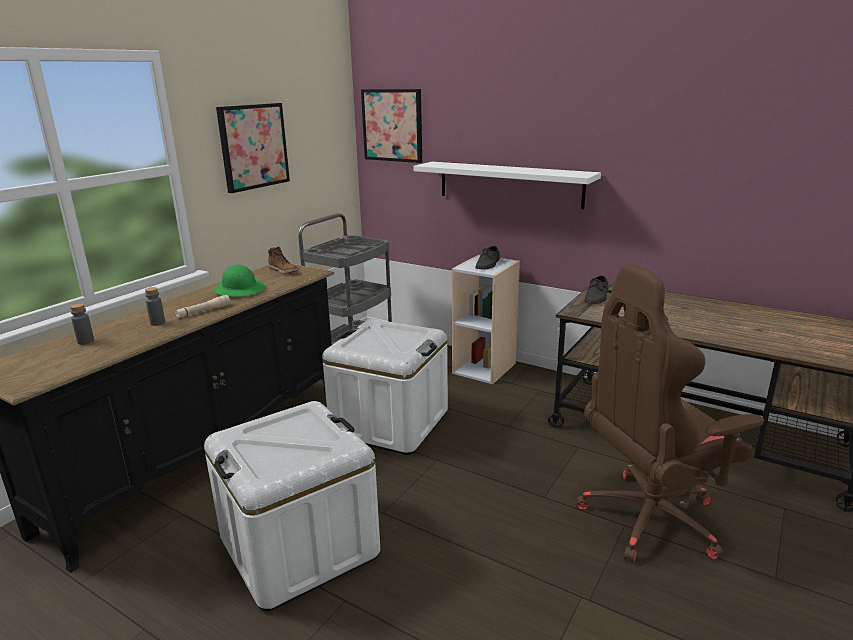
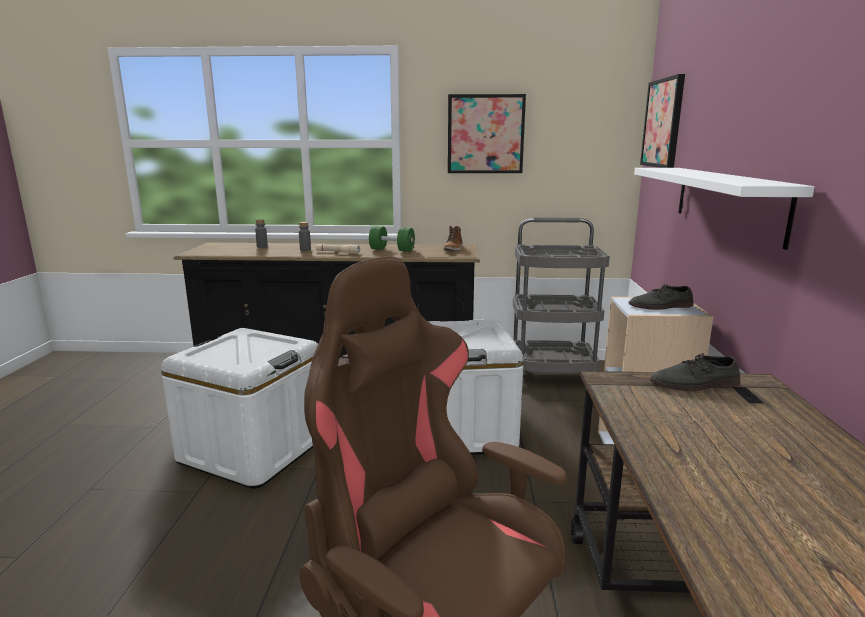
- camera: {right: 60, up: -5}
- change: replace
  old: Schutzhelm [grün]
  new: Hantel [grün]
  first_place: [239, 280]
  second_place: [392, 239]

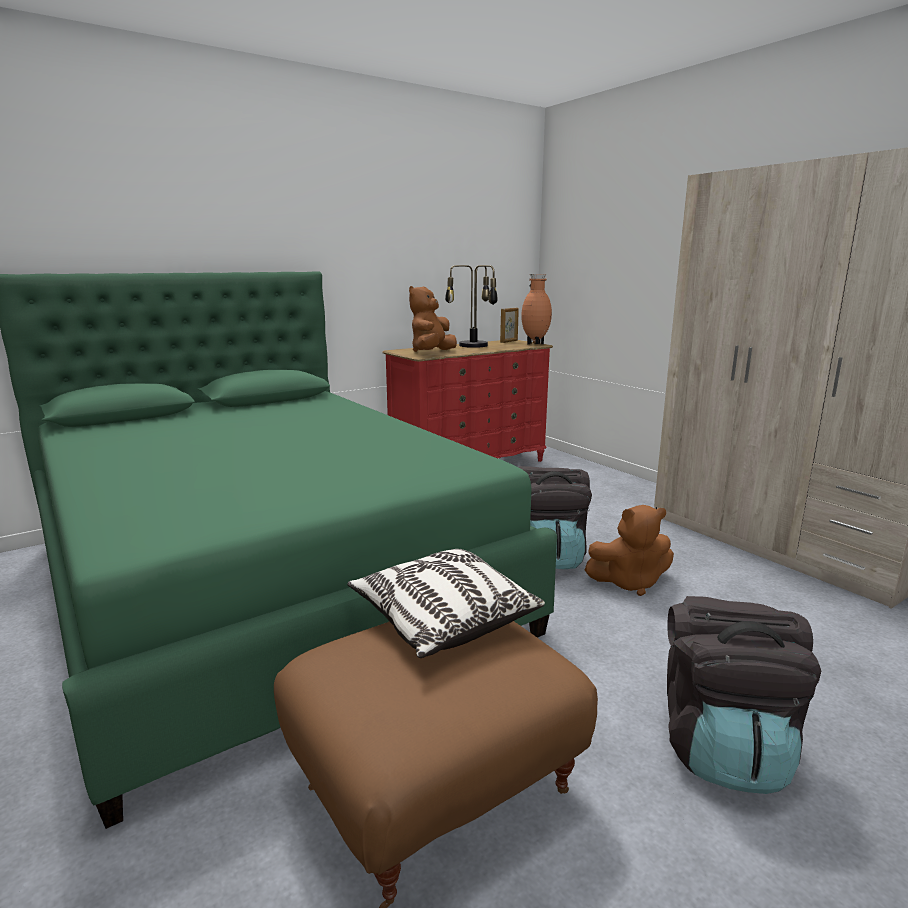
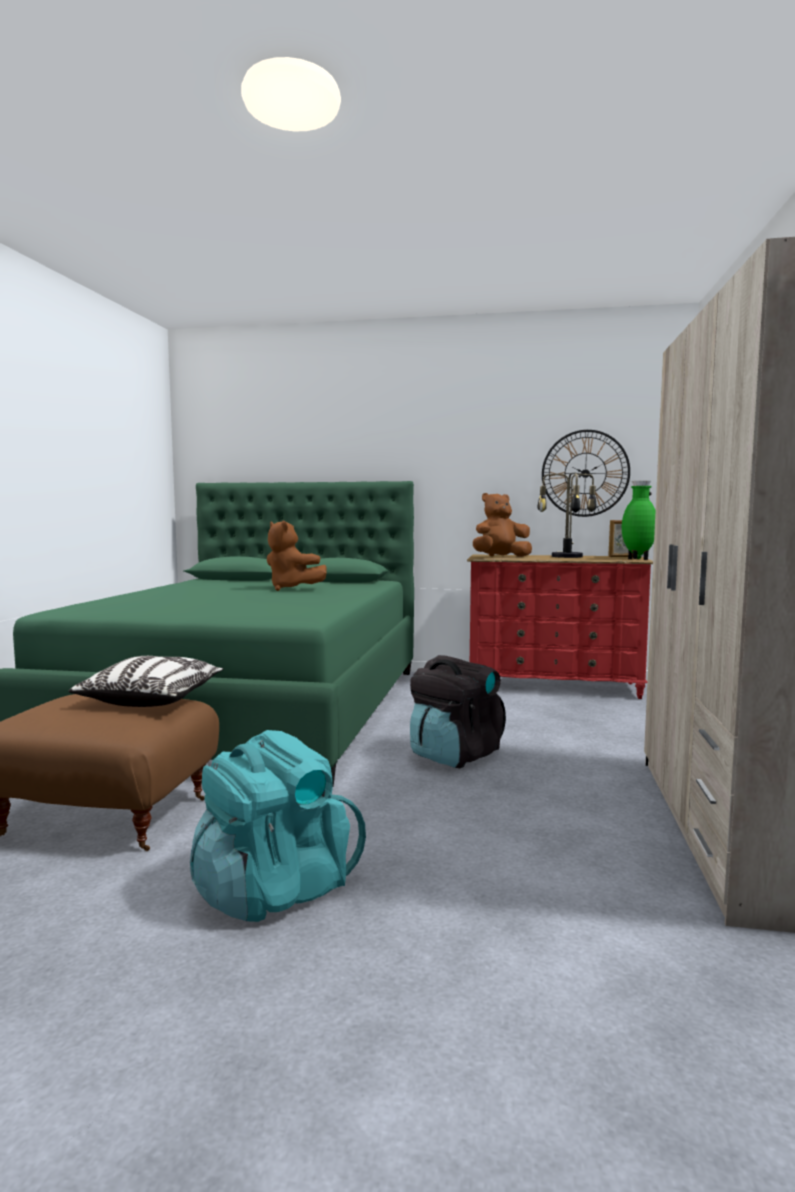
- camera: {right: 45, up: -10}
- change: recolor
  old: Vase [braun]
  new: Vase [grün]
  first_place: [536, 309]
  second_place: [639, 520]
- change: move
  old: Plüschtier [braun]
  first_place: [629, 550]
  second_place: [297, 556]
- change: recolor
  old: Rucksack [schwarz]
  new: Rucksack [türkis]
  first_place: [744, 695]
  second_place: [278, 826]
- change: insert
  new: Wanduhr
  second_place: [586, 473]

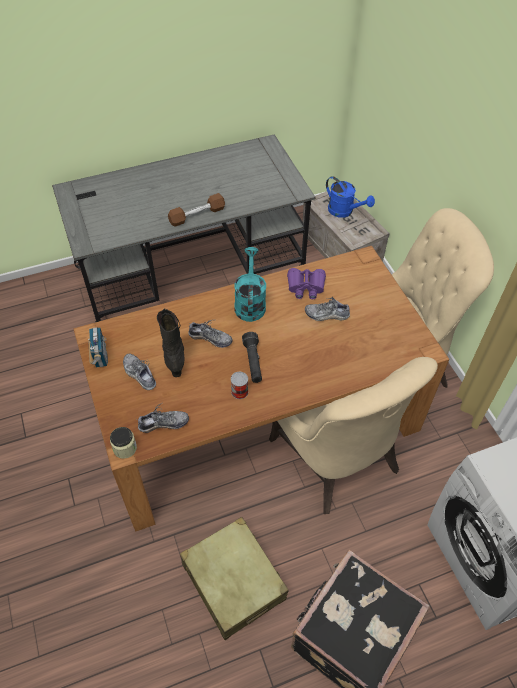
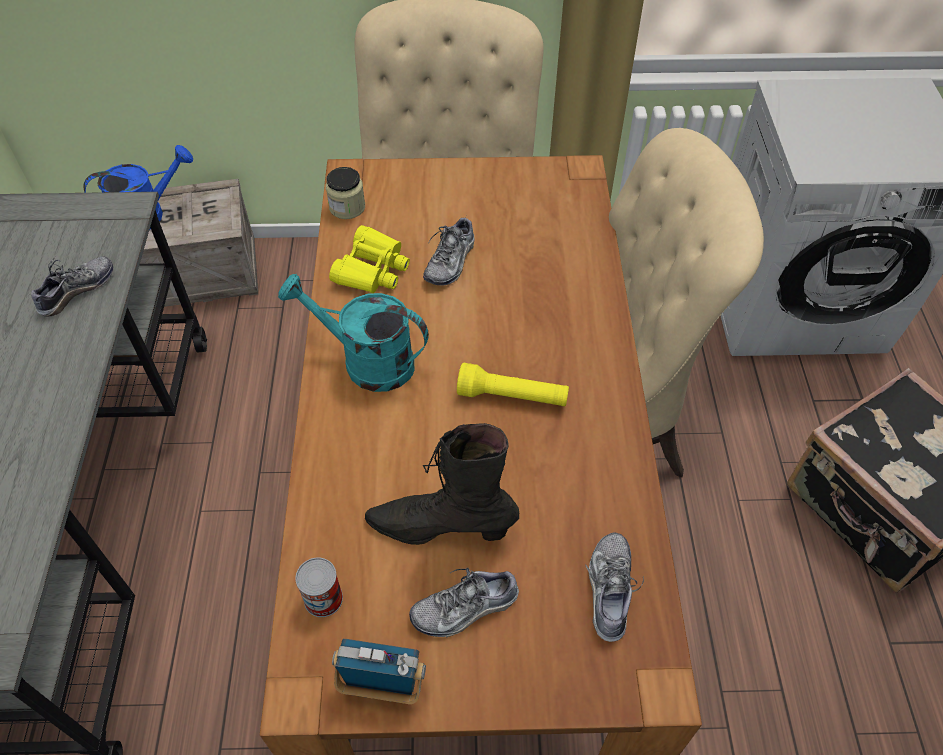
- camera: {right: -70, up: 0}
- change: move
  old: Vorratsglas
  first_place: [123, 443]
  second_place: [345, 193]
- change: delete
  old: Hantel [braun]
  first_place: [196, 210]
- change: delete
  old: Koffer [beige]
  first_place: [234, 578]
- change: move
  old: Schuh
  first_place: [210, 334]
  second_place: [70, 287]
- change: move
  old: Dose
  first_place: [239, 385]
  second_place: [319, 587]
- change: recolor
  old: Taschenlampe [schwarz]
  new: Taschenlampe [gelb]
  first_place: [252, 357]
  second_place: [513, 384]
- change: recolor
  old: Fernglas [lila]
  new: Fernglas [gelb]
  first_place: [306, 283]
  second_place: [369, 259]

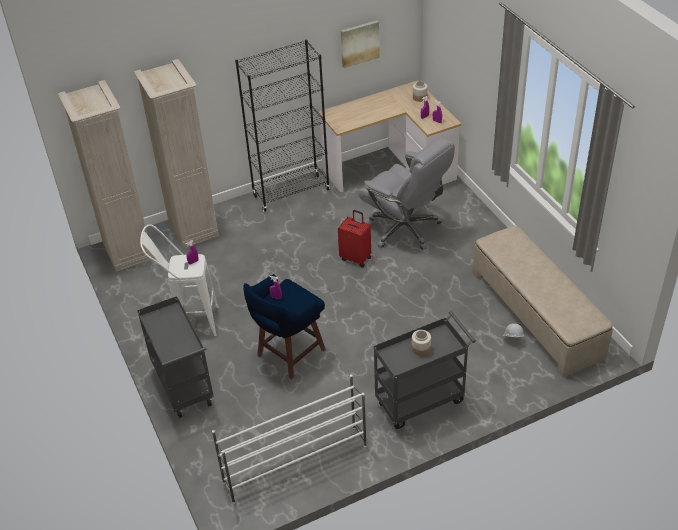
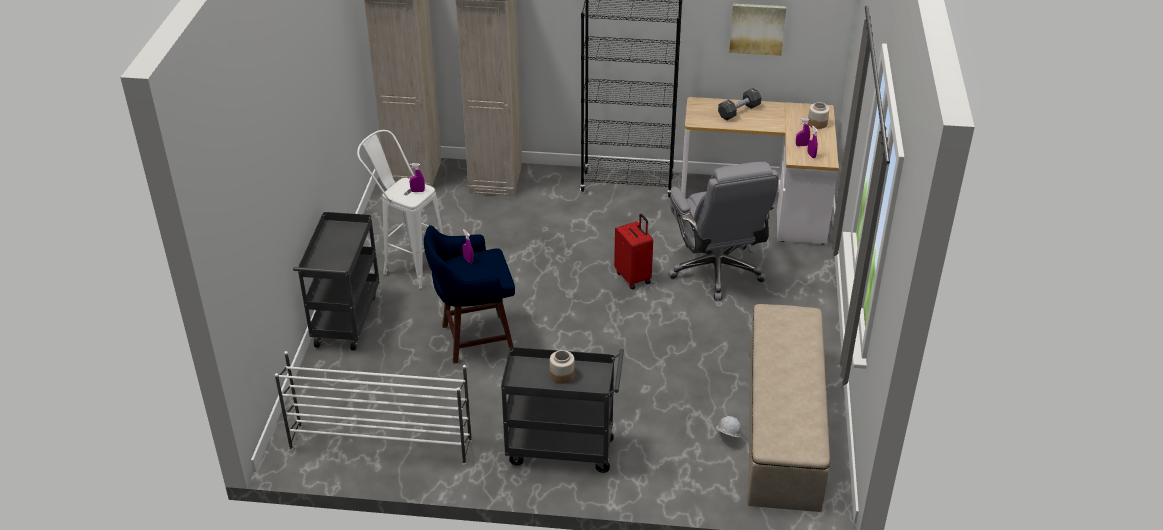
- camera: {right: 30, up: -5}
- change: insert
  new: Hantel [schwarz]
  second_place: [739, 104]

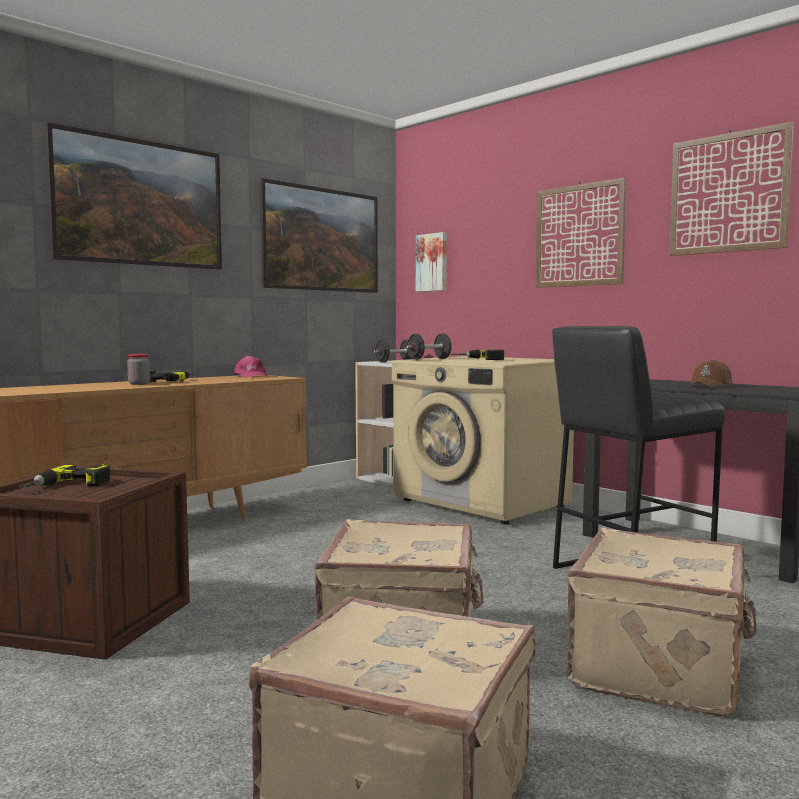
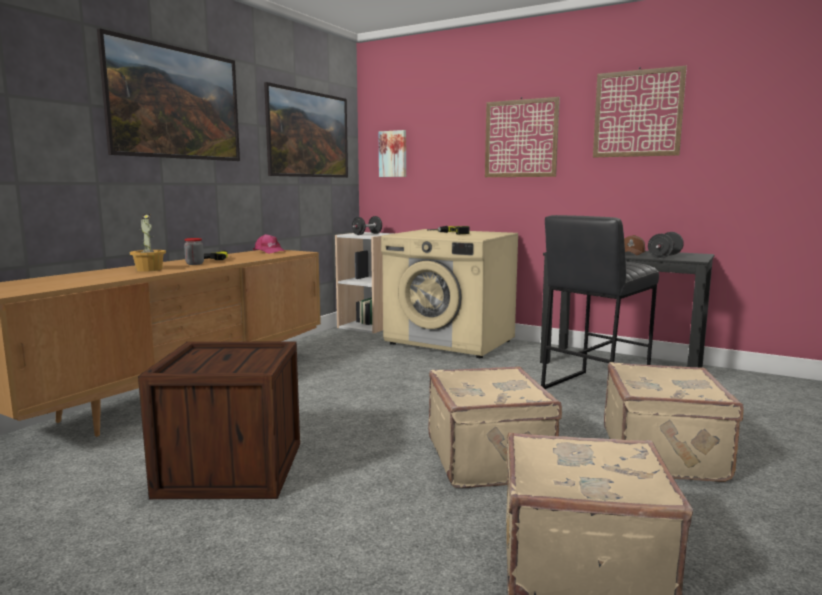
- camera: {right: -15, up: 5}
- change: delete
  old: Bohrmaschine
  first_place: [64, 476]
- change: move
  old: Hantel [schwarz]
  first_place: [429, 347]
  second_place: [666, 245]
- change: insert
  new: Topfpflanze
  second_place: [148, 242]

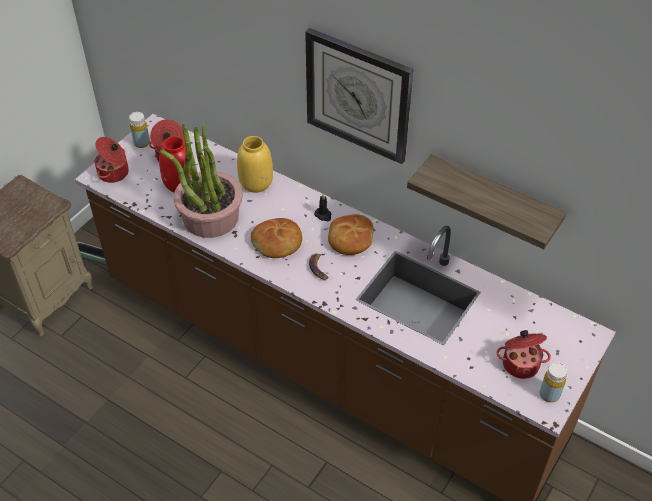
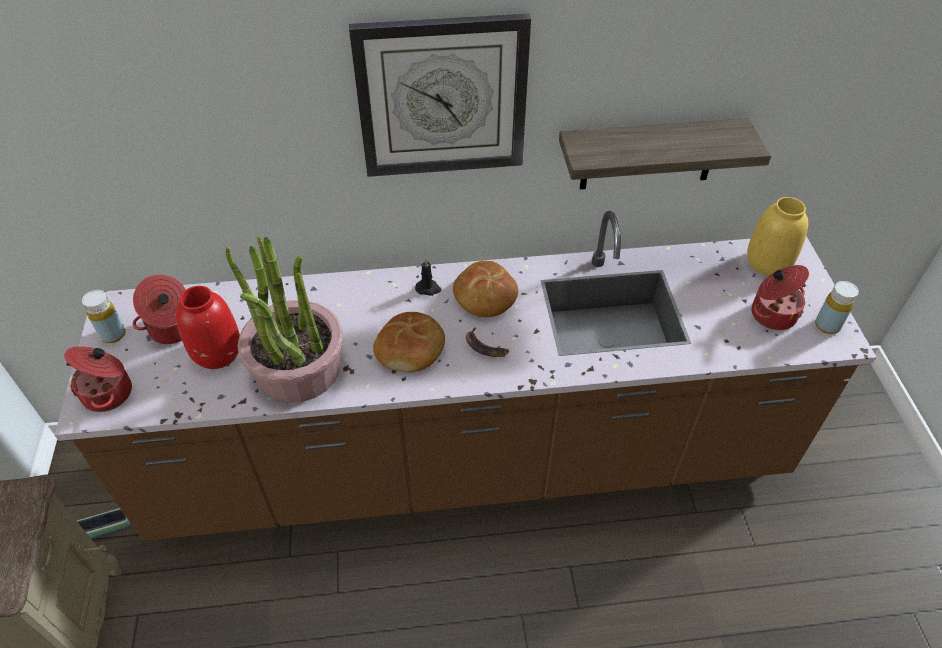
- camera: {right: -40, up: 0}
- change: move
  old: Vase [gelb]
  first_place: [255, 164]
  second_place: [777, 236]

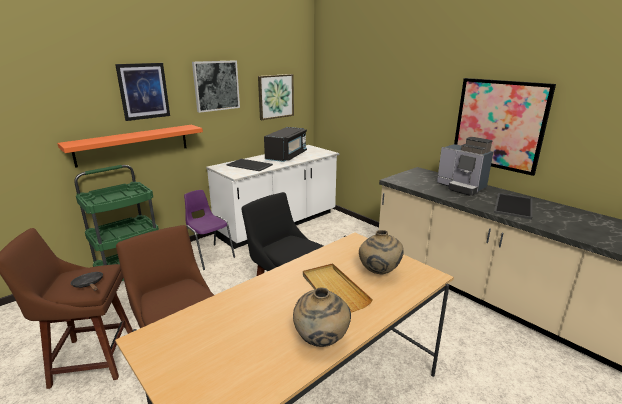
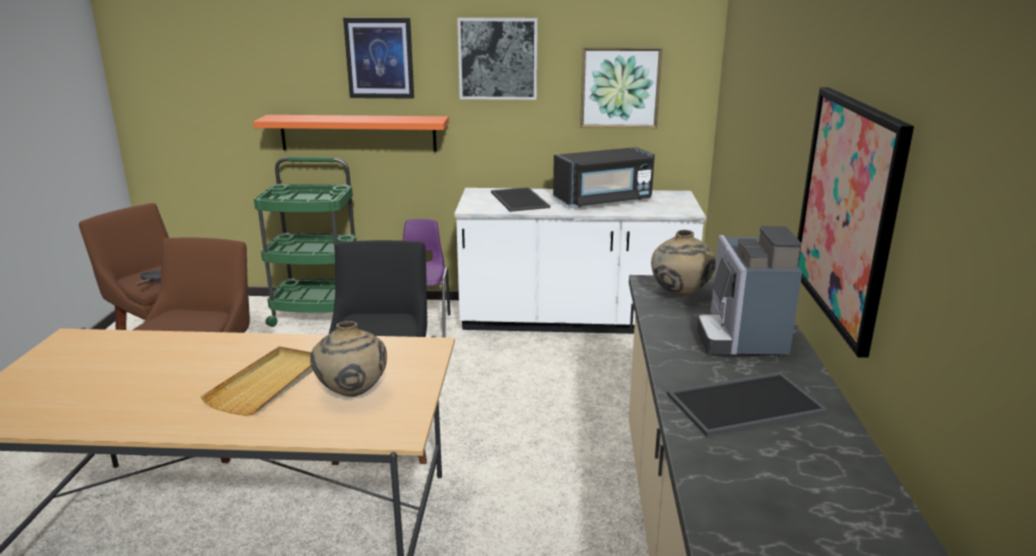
- camera: {right: 45, up: 0}
- change: move
  old: Vase [beige]
  first_place: [322, 317]
  second_place: [683, 263]

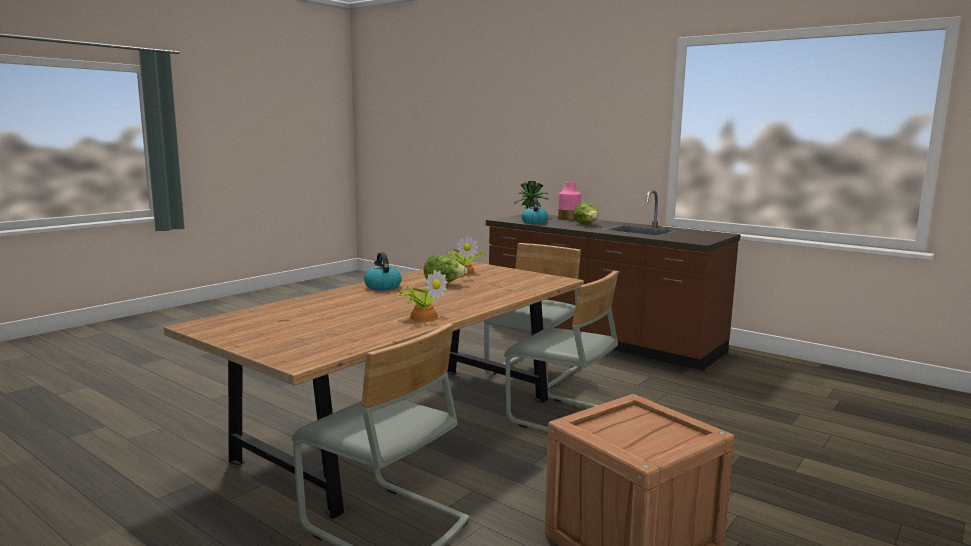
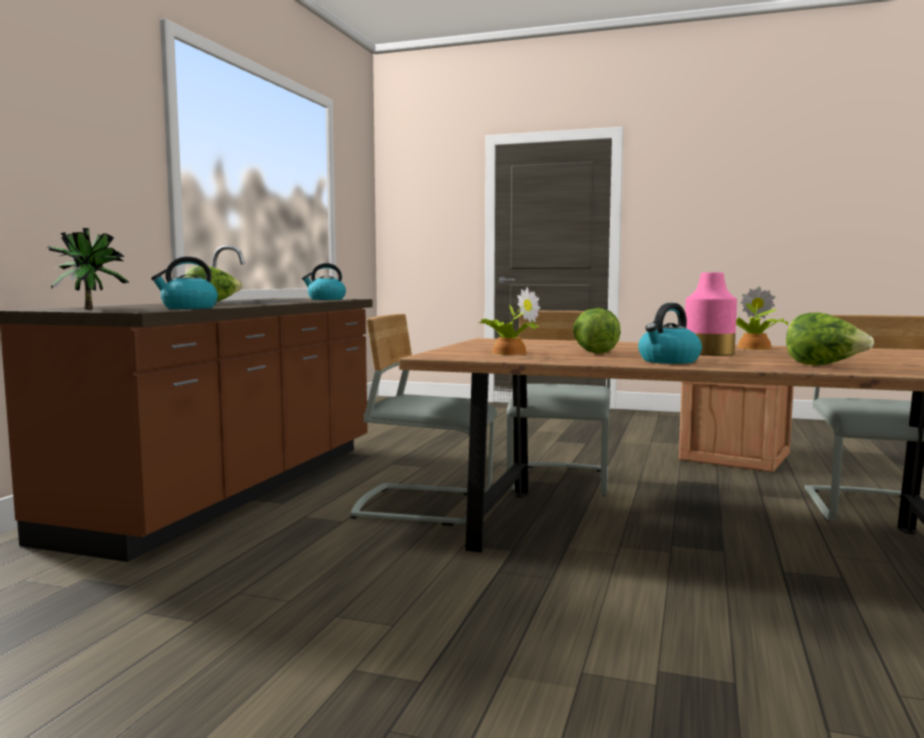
- camera: {right: -110, up: -5}
- change: move
  old: Vase [rosa]
  first_place: [569, 200]
  second_place: [711, 314]
- change: insert
  new: Wasserkessel
  second_place: [324, 281]
- change: insert
  new: Salatkopf
  second_place: [830, 338]

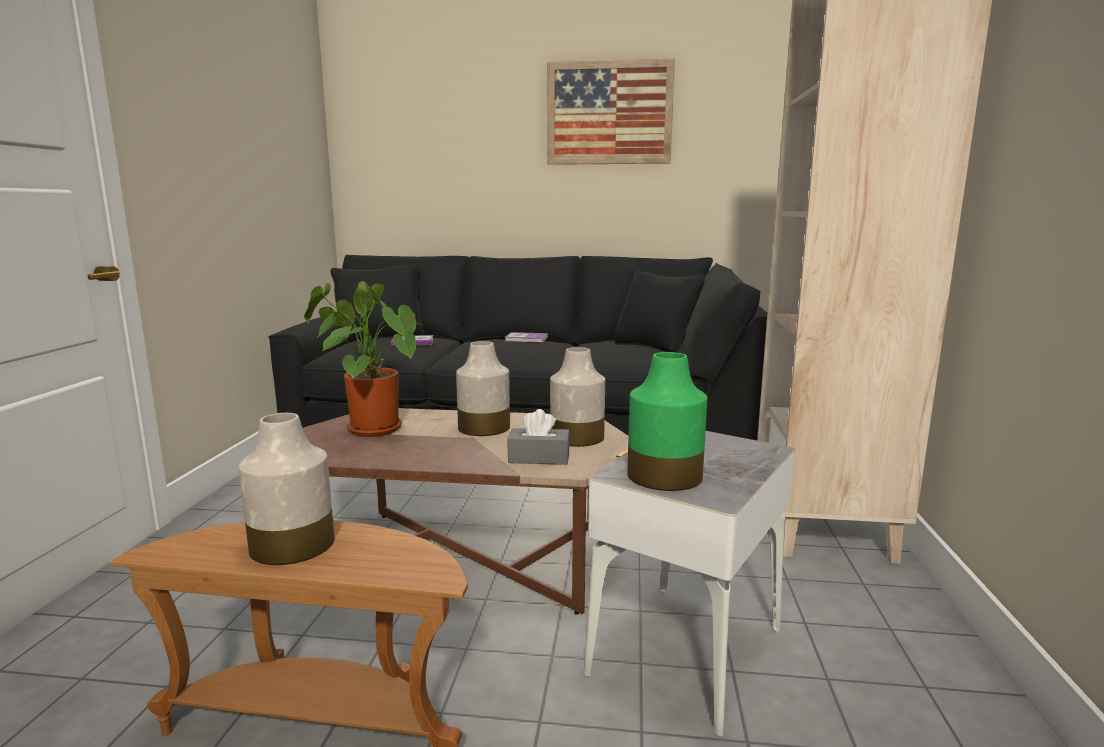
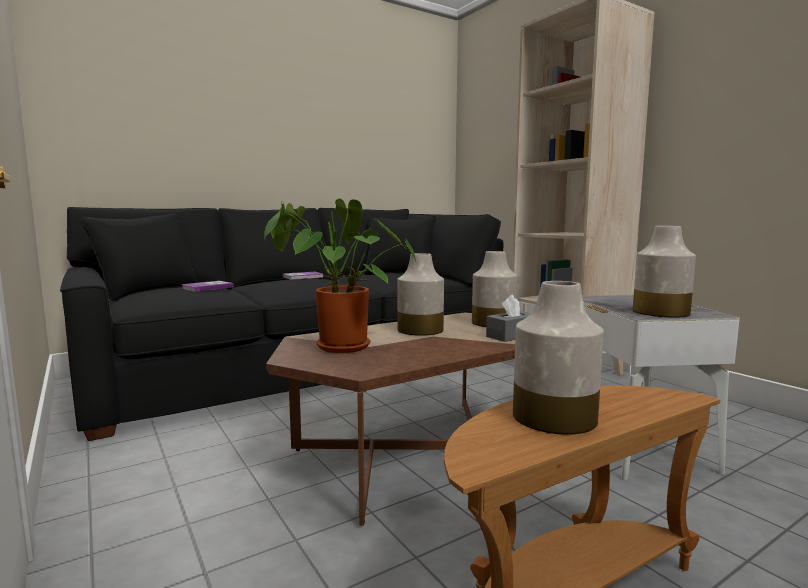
- camera: {right: -40, up: -5}
- change: delete
  old: Bild
  first_place: [611, 111]
- change: recolor
  old: Vase [grün]
  new: Vase [beige]
  first_place: [667, 421]
  second_place: [664, 272]

